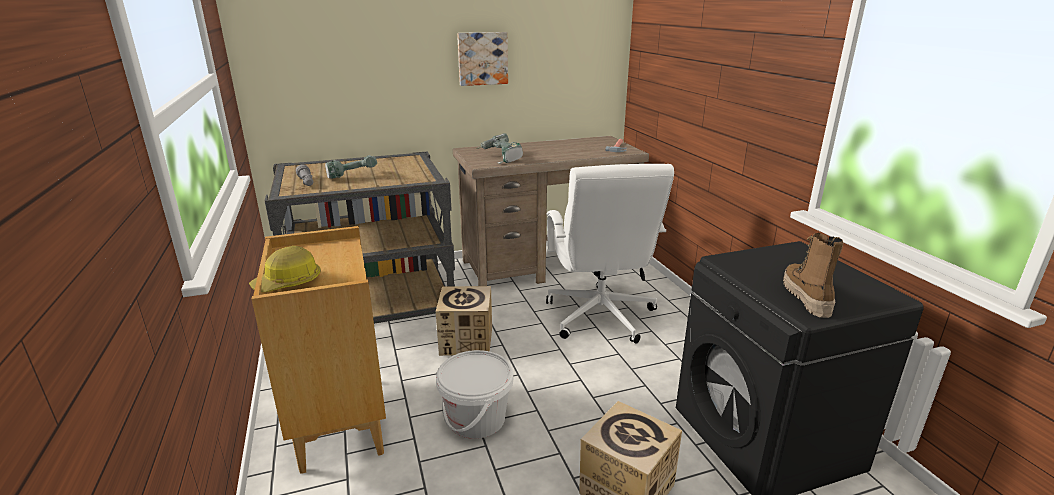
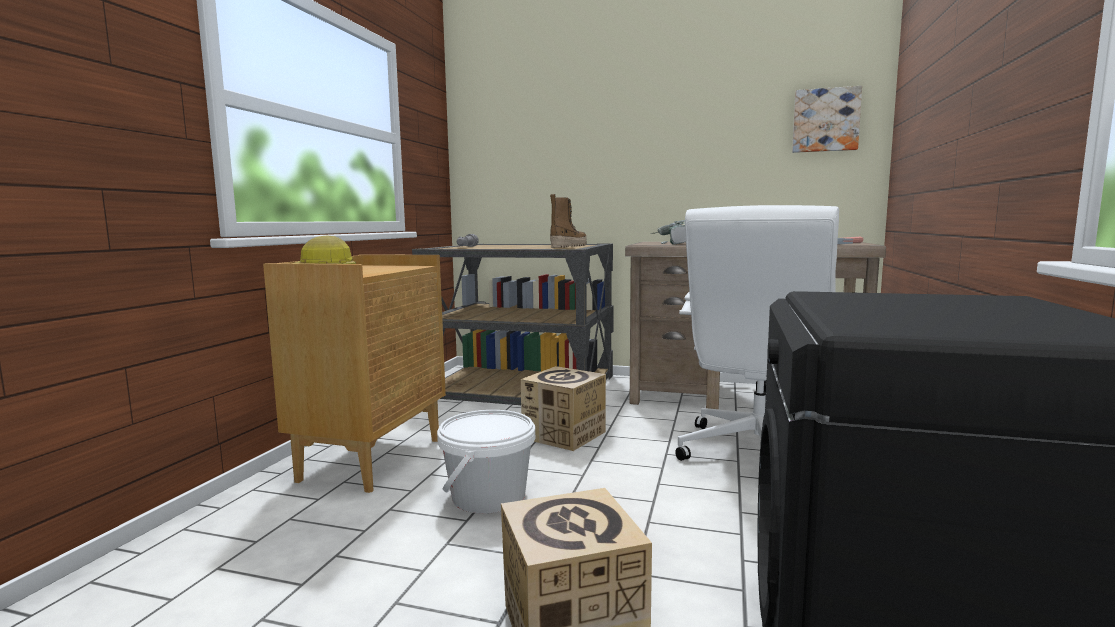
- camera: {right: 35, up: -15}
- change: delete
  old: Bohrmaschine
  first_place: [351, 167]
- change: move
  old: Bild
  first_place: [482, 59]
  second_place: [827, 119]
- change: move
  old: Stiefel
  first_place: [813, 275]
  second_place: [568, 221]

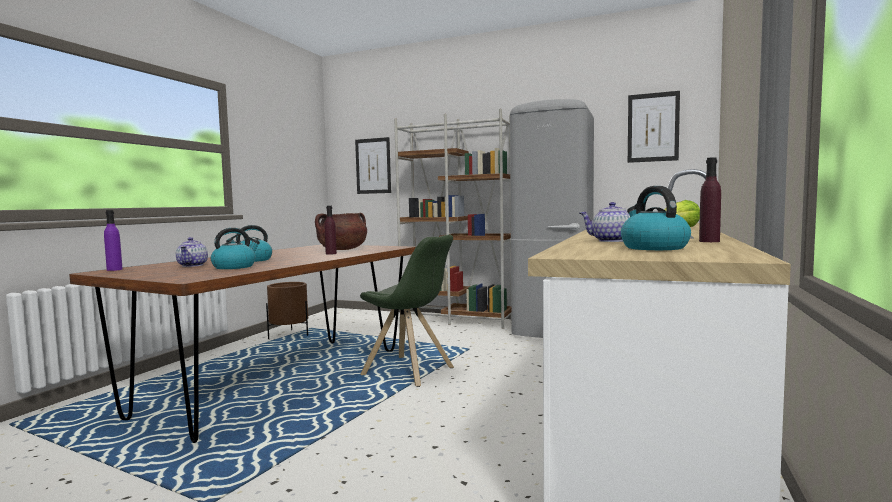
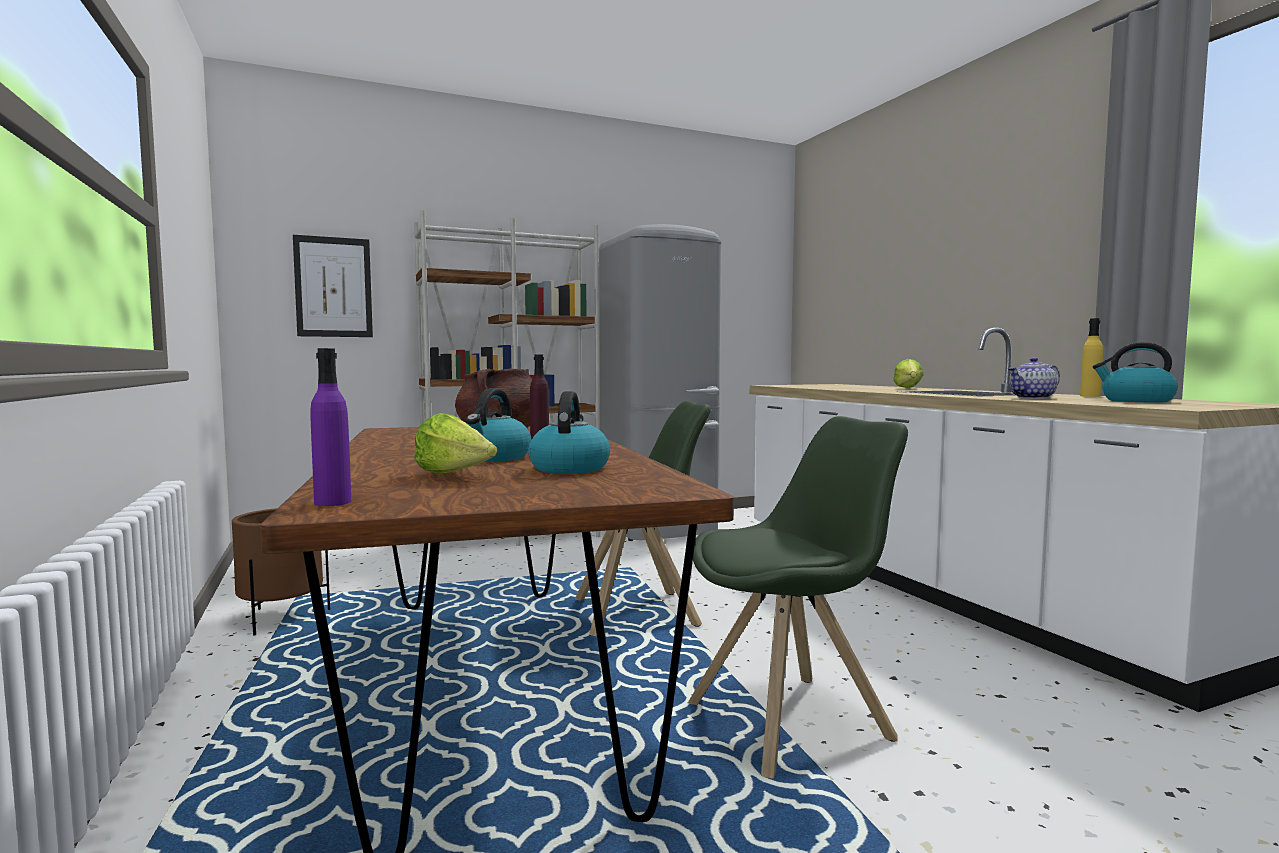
- camera: {right: -45, up: 0}
- change: replace
  old: Teekanne
  new: Salatkopf
  first_place: [192, 252]
  second_place: [455, 443]
- change: delete
  old: Bild
  first_place: [654, 127]
- change: recolor
  old: Flasche [lila]
  new: Flasche [gelb]
  first_place: [710, 199]
  second_place: [1091, 357]
- change: insert
  new: Stuhl [grün]
  second_place: [798, 597]

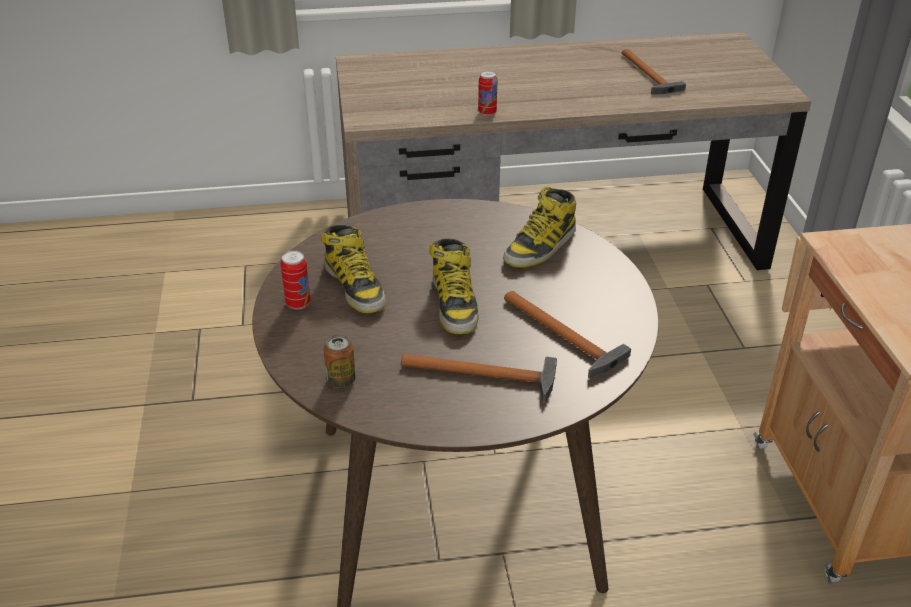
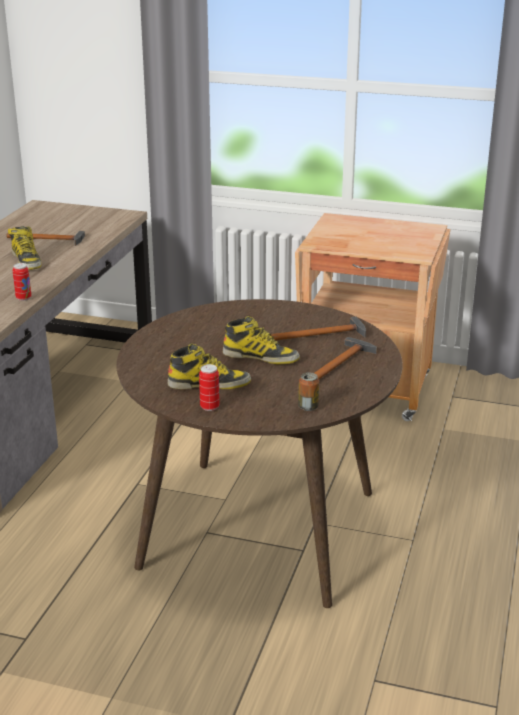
- camera: {right: -65, up: -10}
- change: move
  old: Stiefel
  first_place: [539, 227]
  second_place: [25, 248]

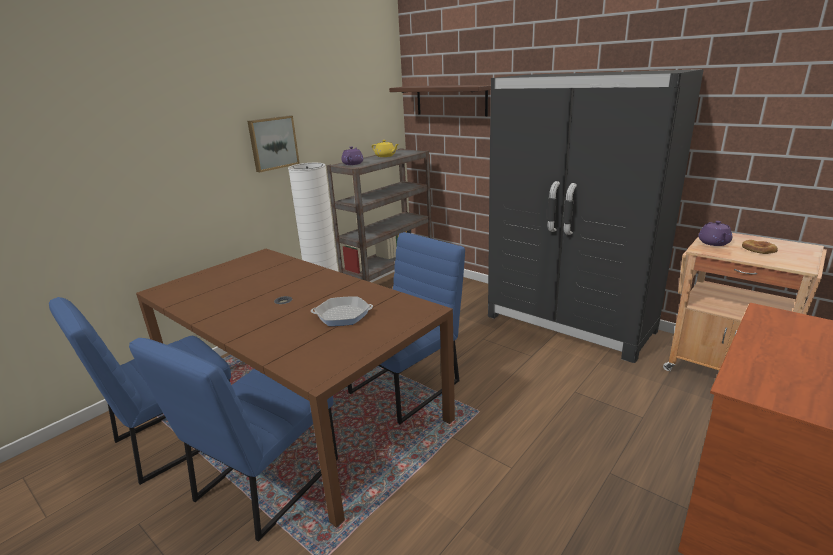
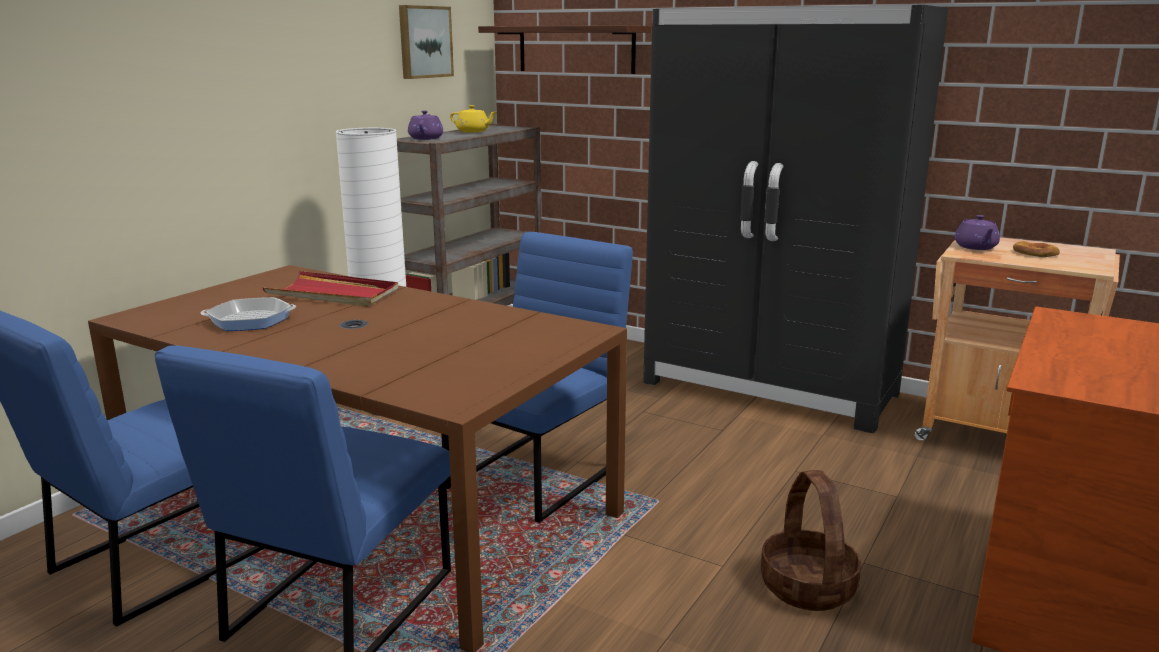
- camera: {right: -10, up: -5}
- change: move
  old: Bild
  first_place: [273, 144]
  second_place: [426, 42]
- change: move
  old: Pfanne
  first_place: [342, 311]
  second_place: [248, 314]
- change: insert
  new: Tablett [rot]
  second_place: [330, 289]
- change: insert
  new: Korb
  second_place: [811, 540]

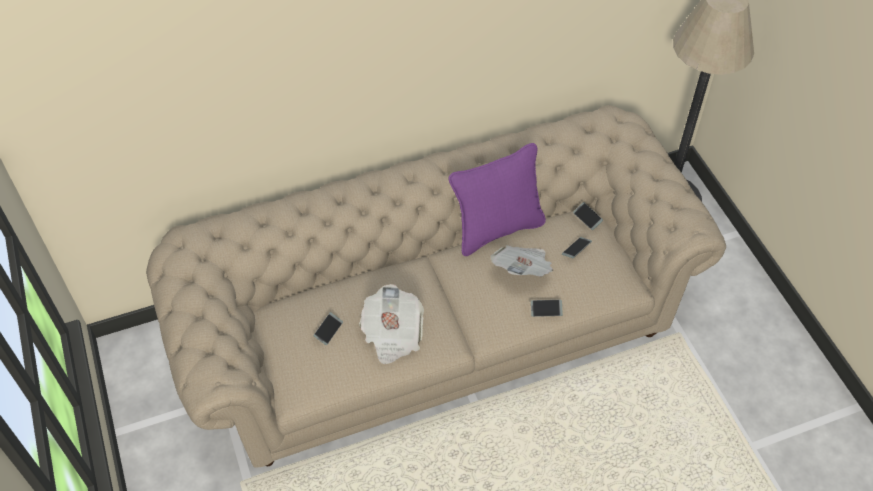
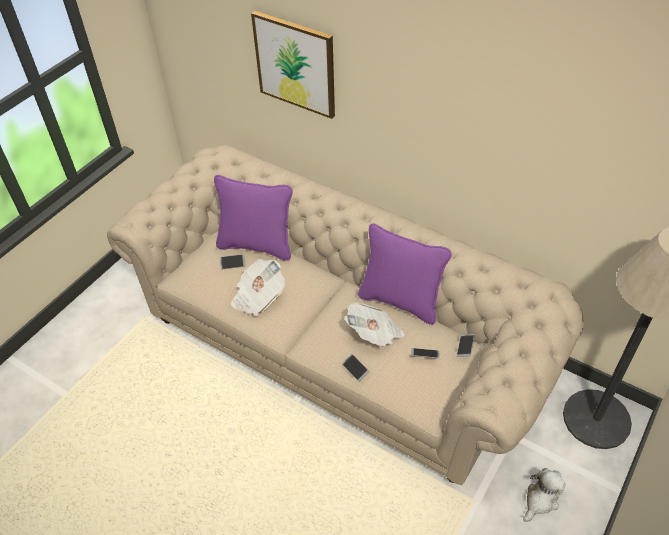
- camera: {right: 55, up: -5}
- change: insert
  new: Kissen [lila]
  second_place: [253, 218]
- change: insert
  new: Bild
  second_place: [293, 65]
- change: insert
  new: Plüschtier
  second_place: [544, 495]

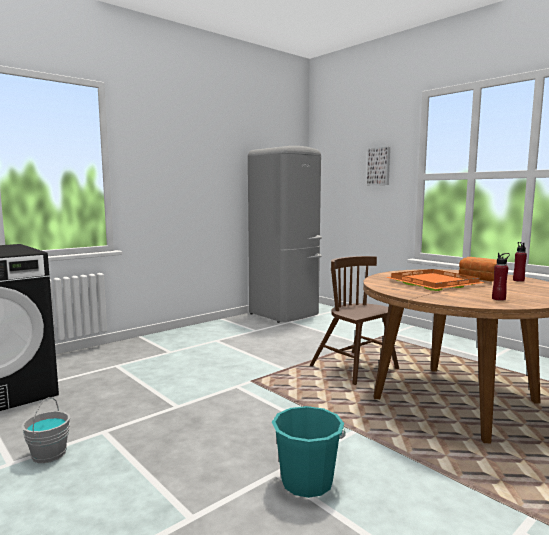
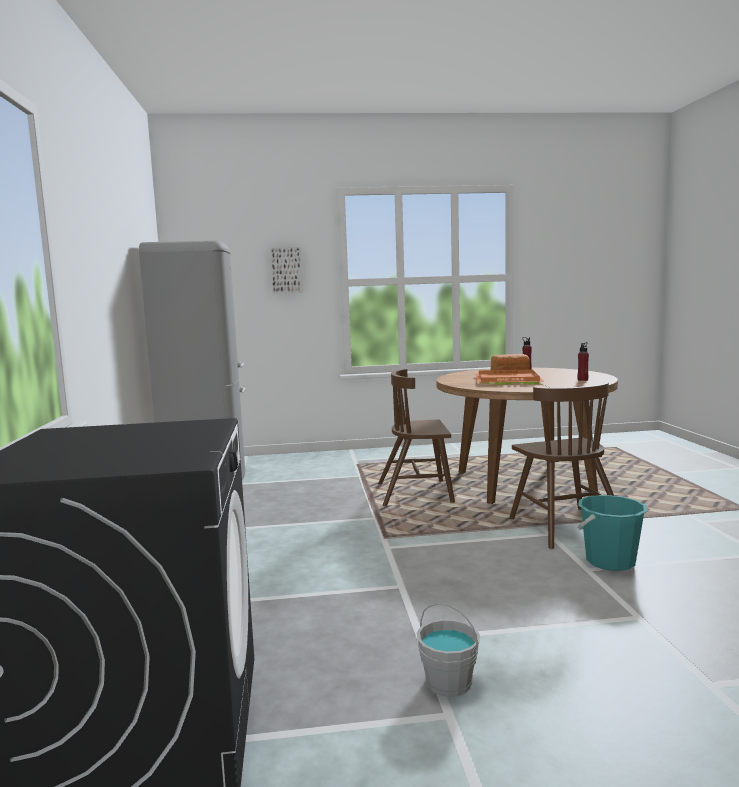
- camera: {right: -55, up: 0}
- change: insert
  new: Stuhl [braun]
  second_place: [561, 465]

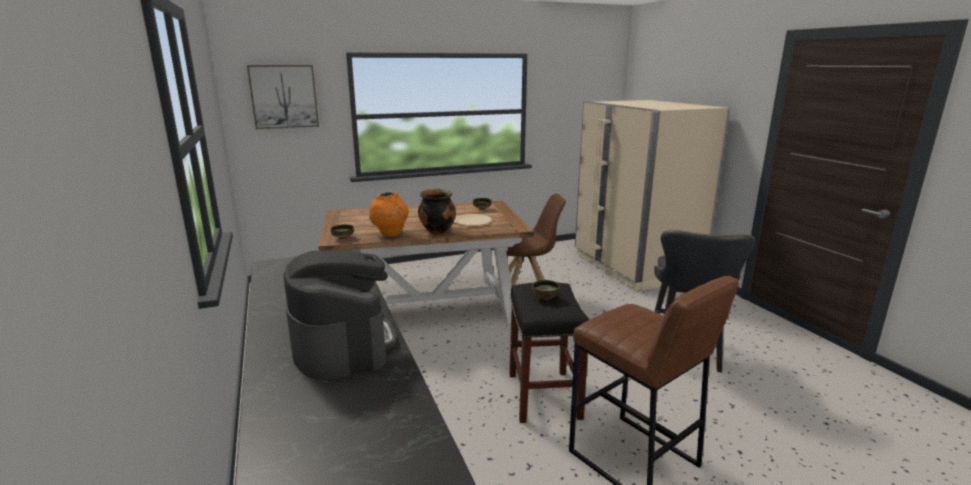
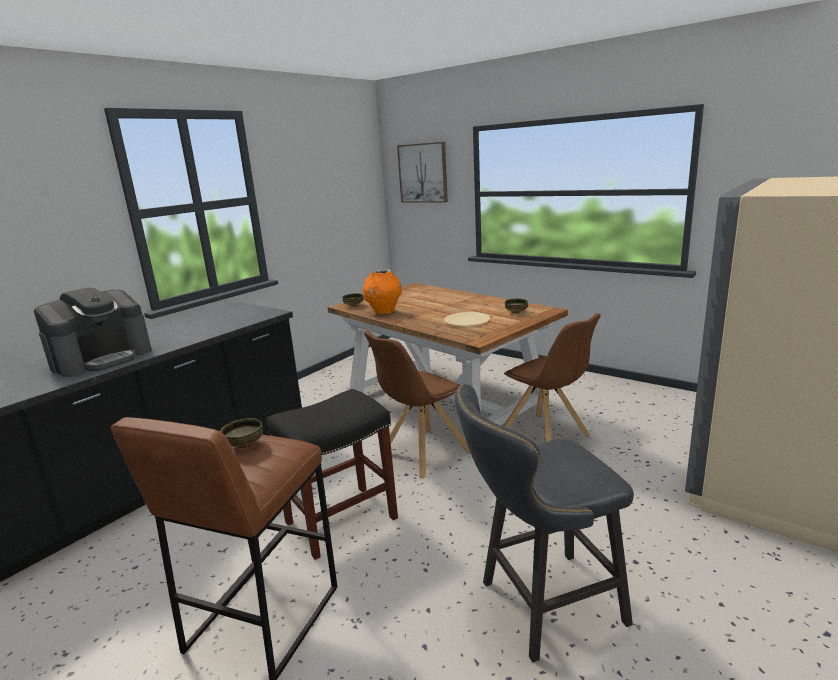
- camera: {right: 60, up: 0}
- change: delete
  old: Kochtopf
  first_place: [437, 211]
- change: move
  old: Schüssel
  first_place: [546, 290]
  second_place: [241, 433]
- change: insert
  new: Stuhl [braun]
  second_place: [417, 404]

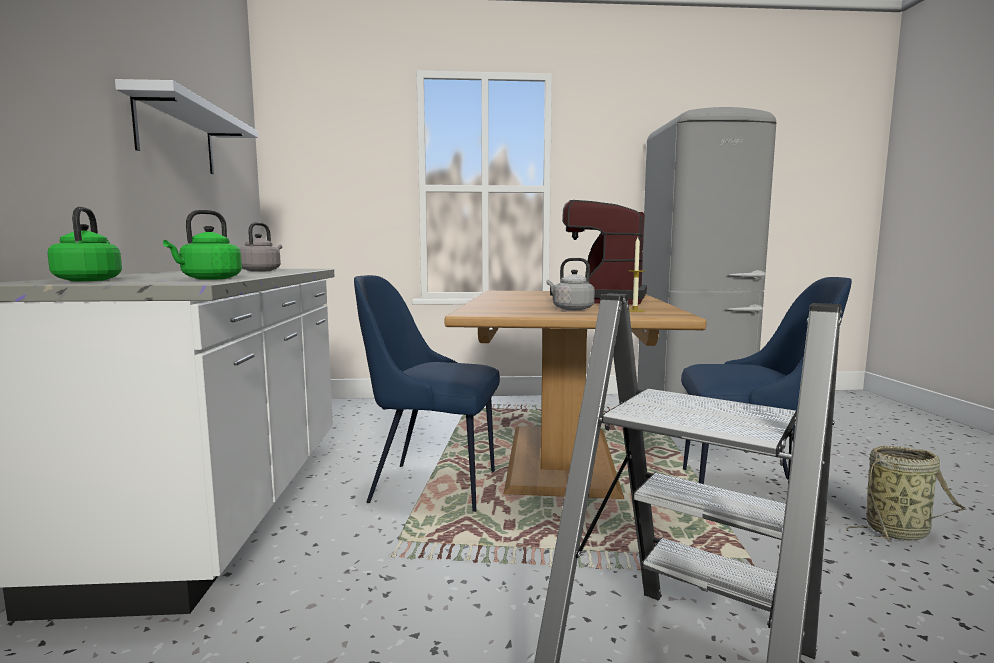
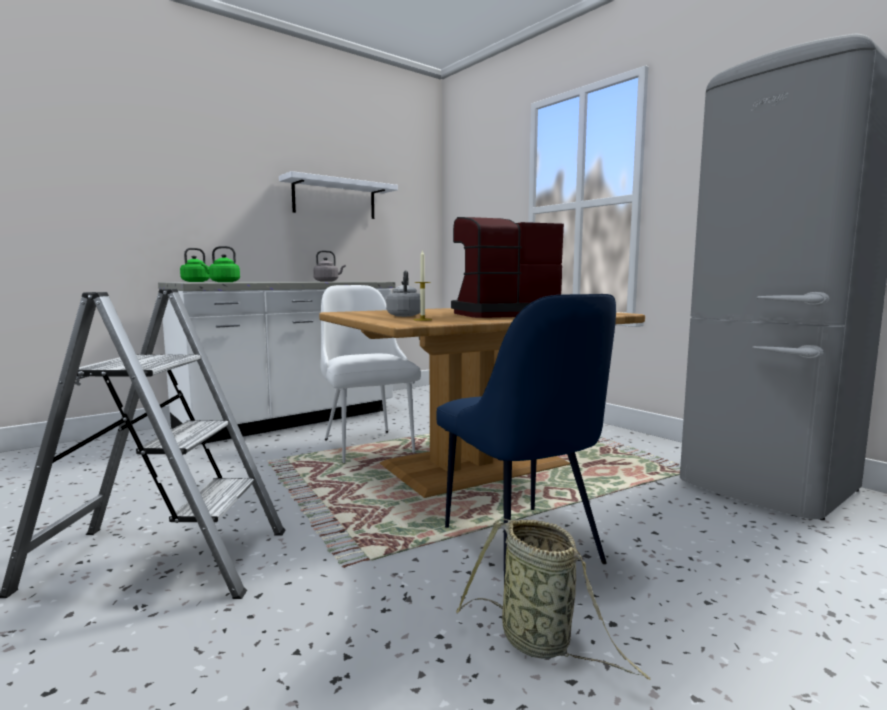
- camera: {right: 55, up: 0}
- change: recolor
  old: Stuhl [blau]
  new: Stuhl [weiß]
  first_place: [427, 393]
  second_place: [371, 374]

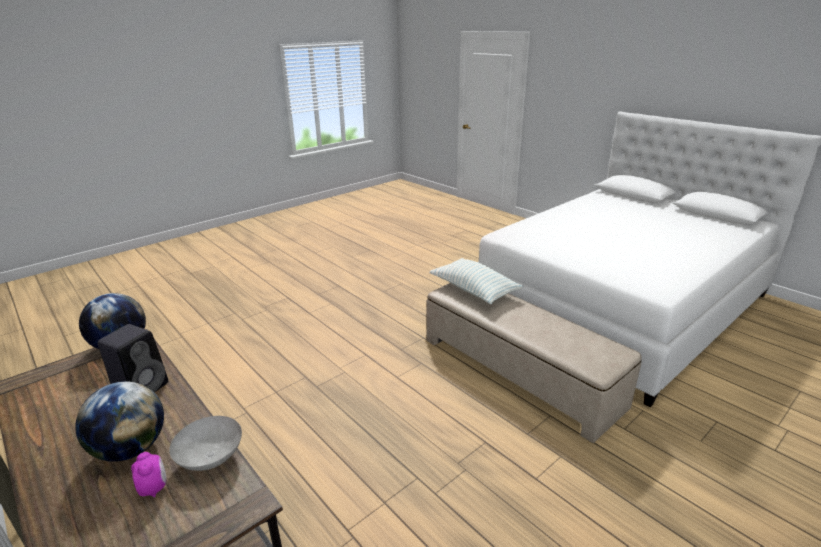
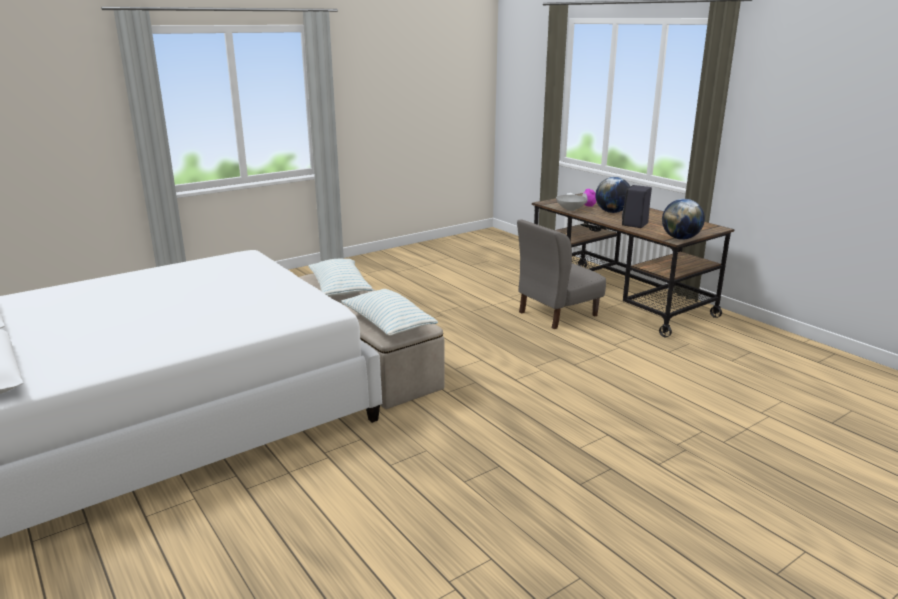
- camera: {right: -175, up: -5}
- change: insert
  new: Kissen
  second_place: [340, 277]
- change: insert
  new: Stuhl [grau]
  second_place: [561, 274]

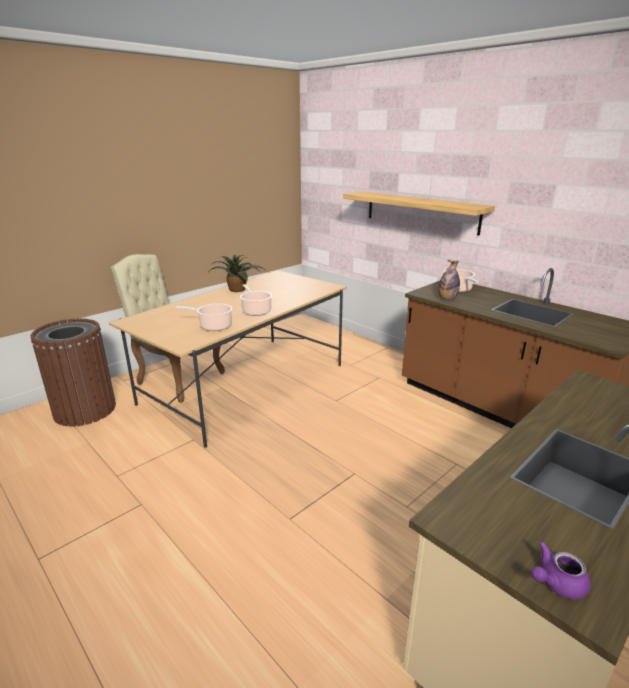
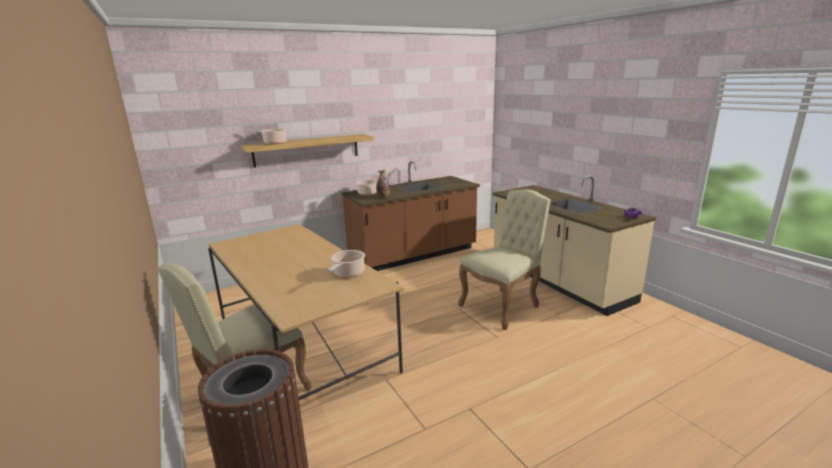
- camera: {right: -75, up: -5}
- change: delete
  old: Topfpflanze
  first_place: [237, 273]
- change: move
  old: Kochtopf
  first_place: [256, 300]
  second_place: [266, 136]
- change: insert
  new: Stuhl [beige]
  second_place: [504, 259]

